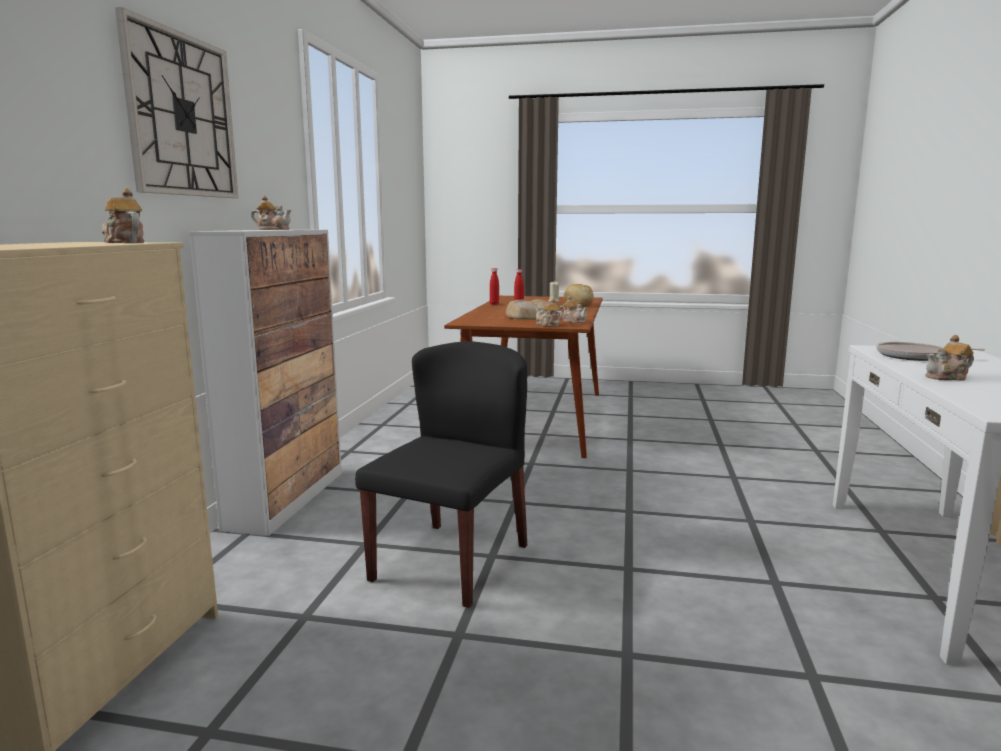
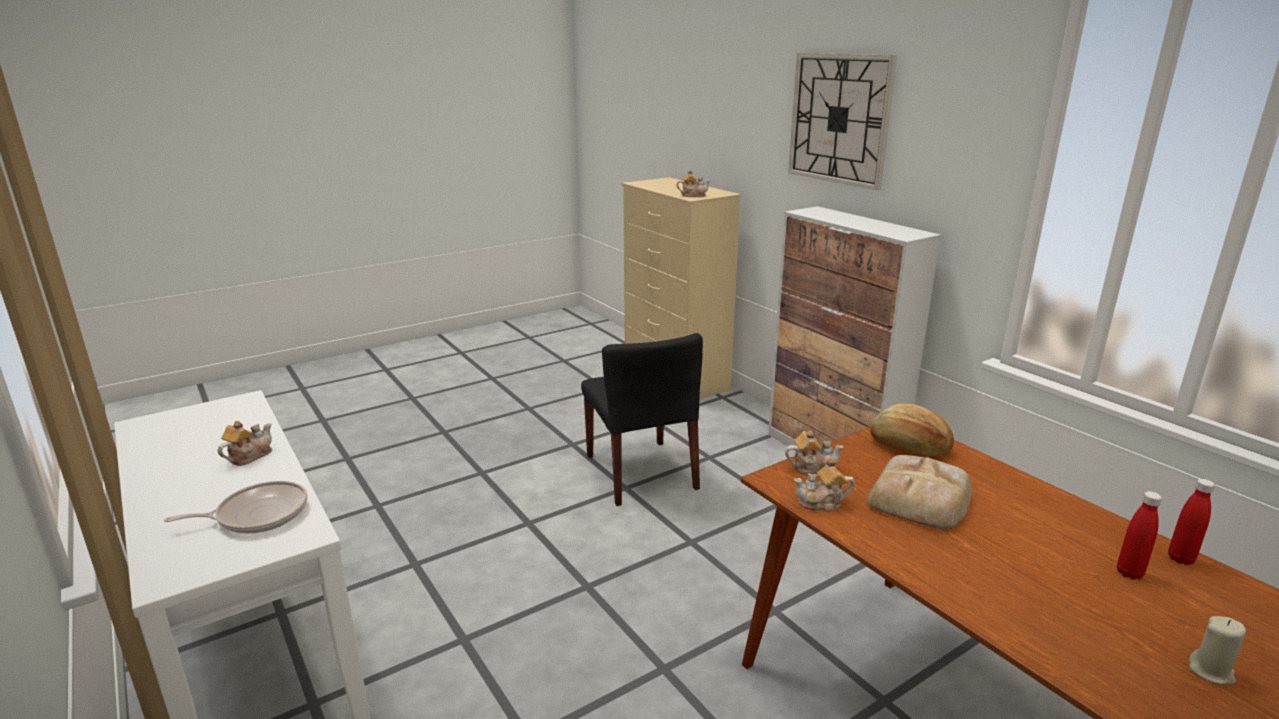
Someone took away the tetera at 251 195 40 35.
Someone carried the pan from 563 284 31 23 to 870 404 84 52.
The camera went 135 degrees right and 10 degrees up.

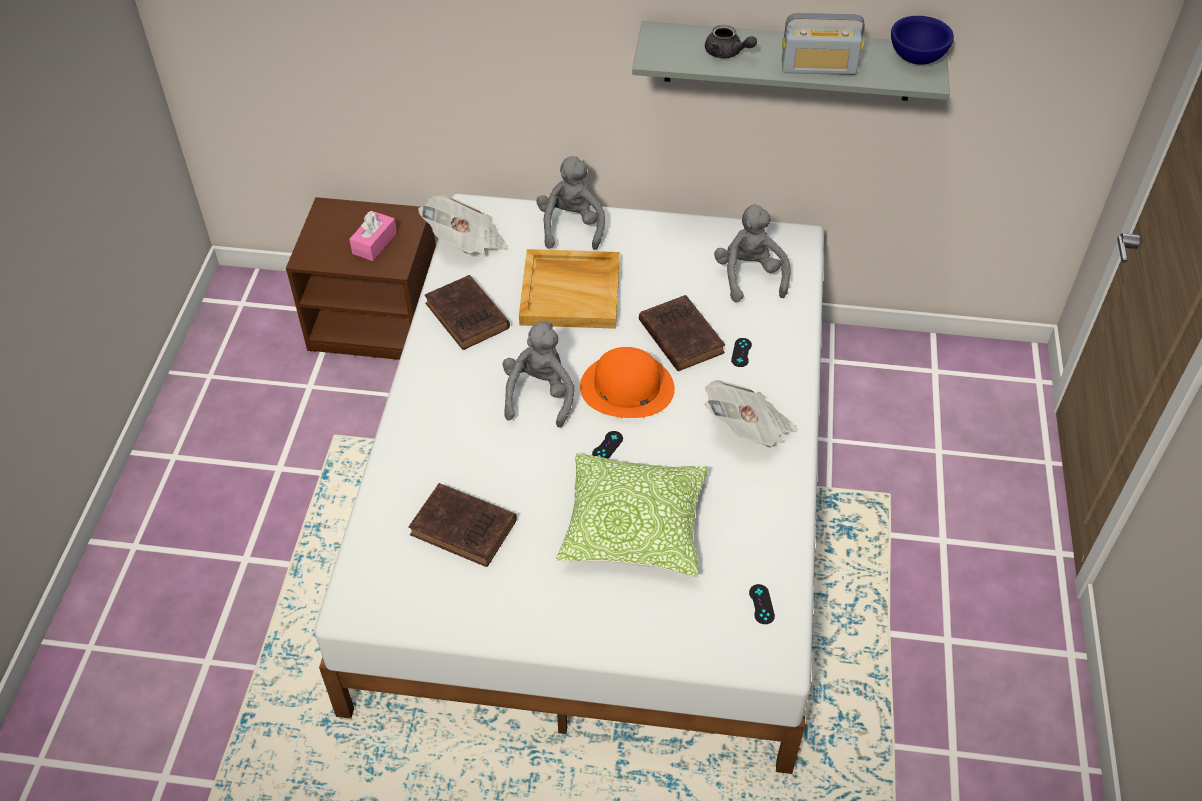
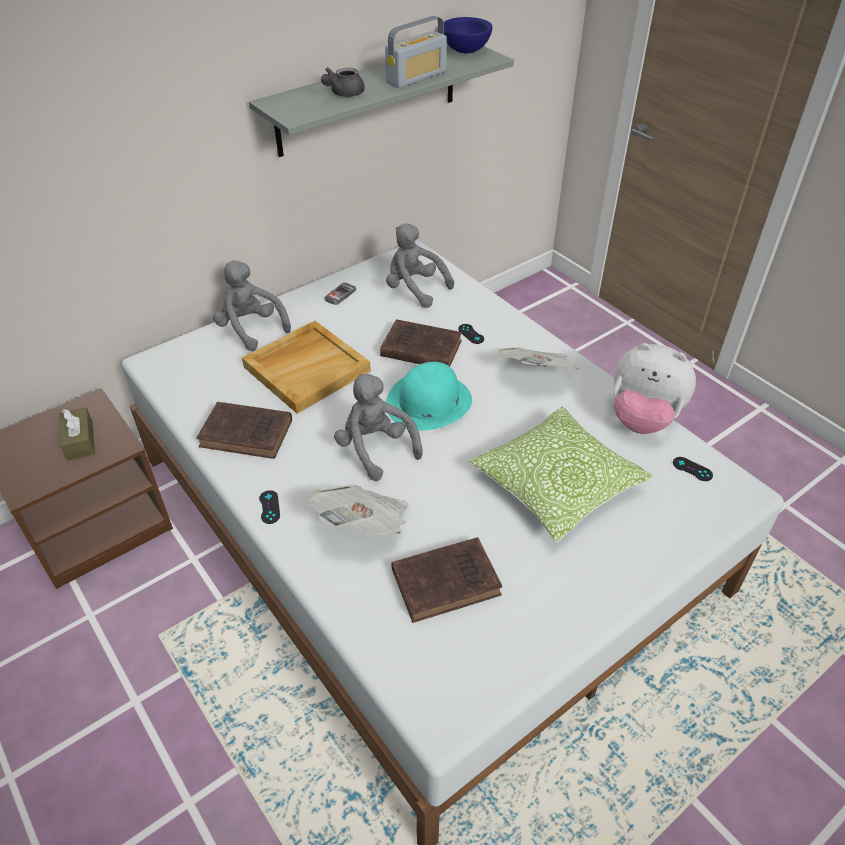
Someone put down the móvil at 324 283 32 22.
Someone put down the peluche at 612 343 84 91.
Someone carried the periódico from 418 195 90 59 to 308 485 101 51.
Someone carried the mando de consola [negro] from 592 431 31 28 to 259 490 21 34.
Someone repainted the caja de pañuelos [rosa] at 349 211 48 50, which became the caja de pañuelos [marrón] at 59 407 36 54.
Someone repainted the sombrero [naranja] at 580 347 95 71, which became the sombrero [turquesa] at 386 362 86 69.
Someone rotated the tetera [gris] at 705 25 52 33 by 135 degrees clockwise.
The camera went 45 degrees left and 5 degrees down.

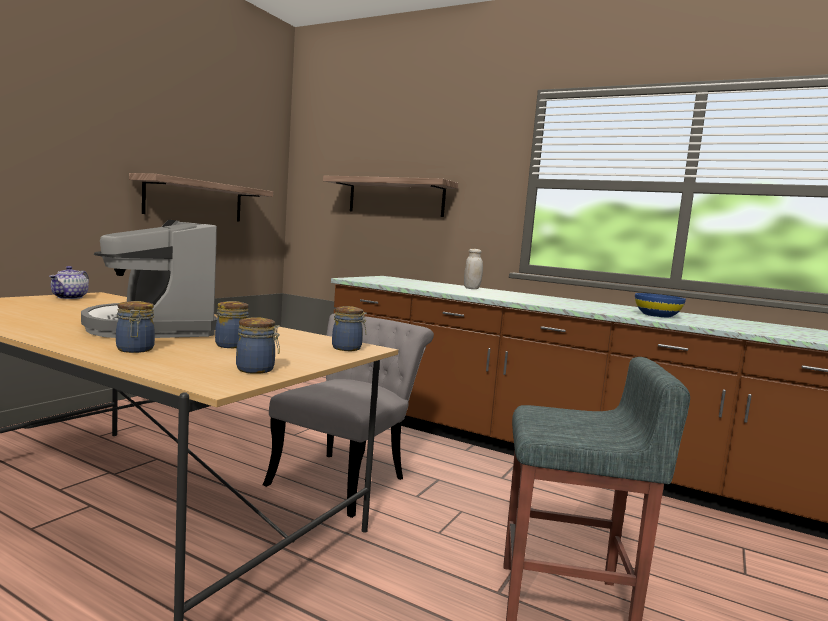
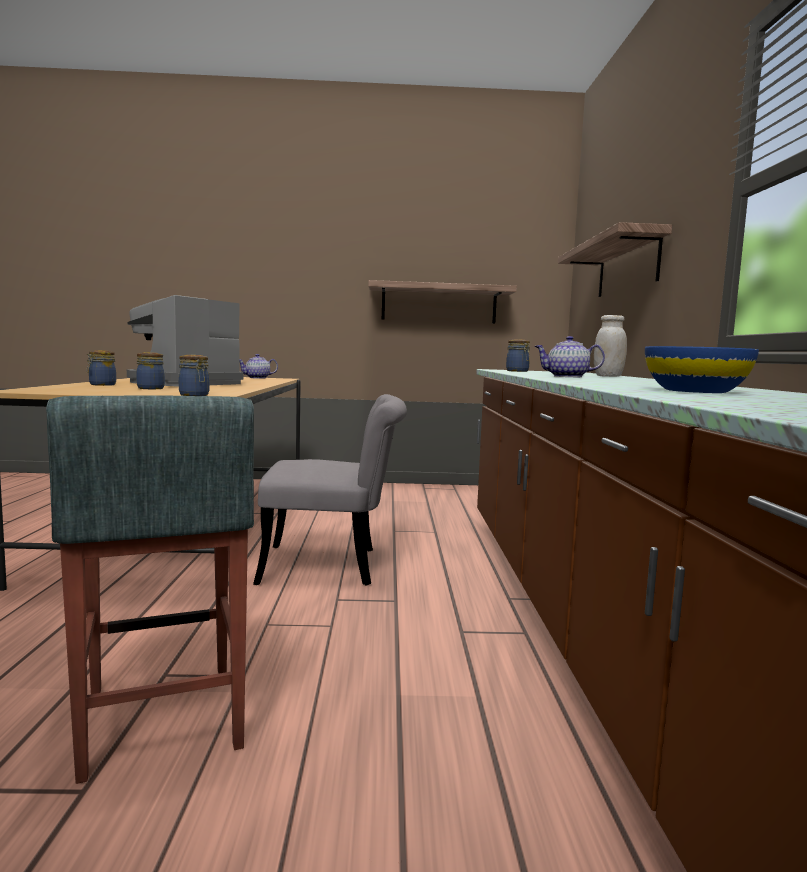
Someone put down the tetera at 535 336 70 41.
Someone carried the tarro from 236 317 44 57 to 506 339 24 33.
The camera went 60 degrees right and 0 degrees up.

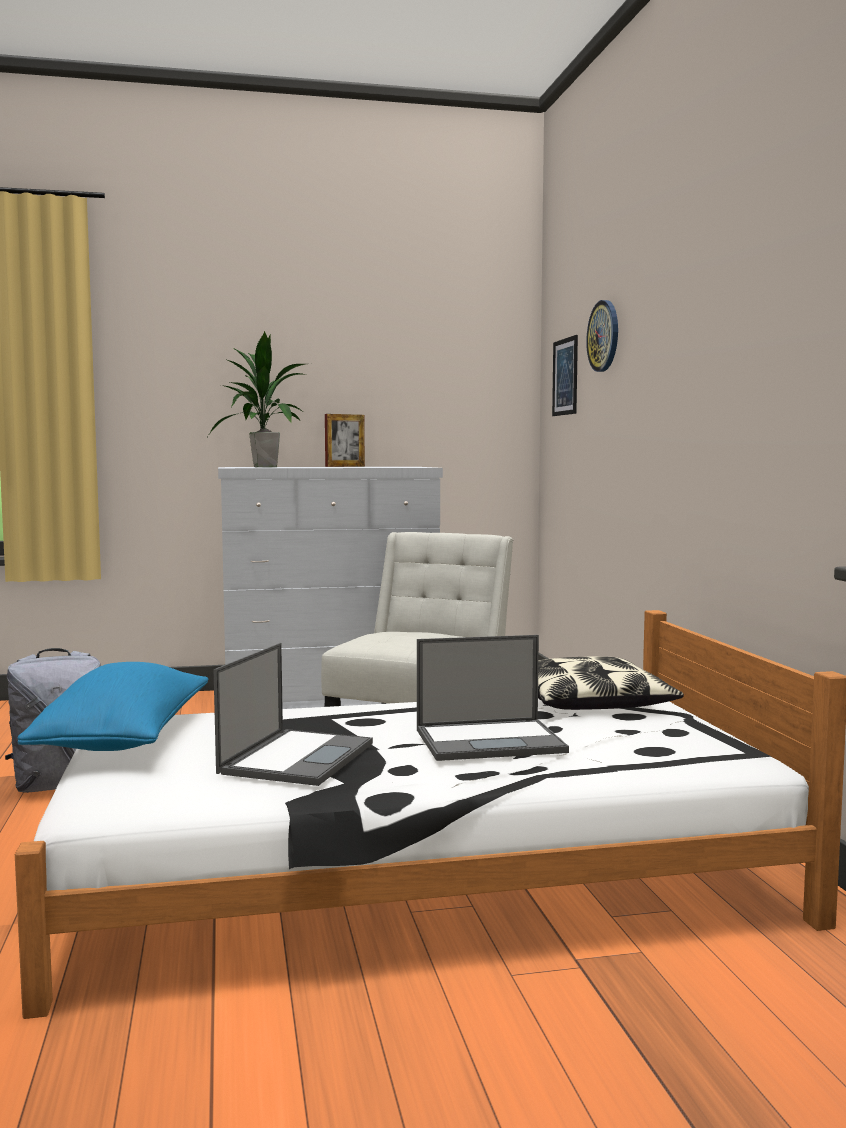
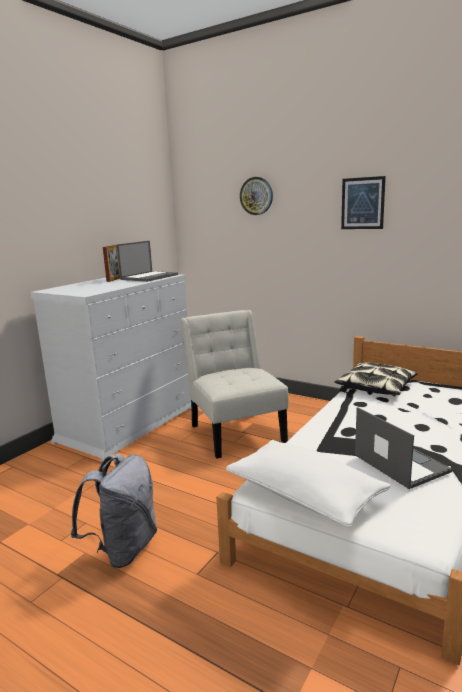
Someone took away the planta en maceta at 208 331 98 136.
Someone carried the portátil from 417 635 152 126 to 117 241 61 41.
Someone carried the cuadro from 552 335 26 81 to 341 176 45 53.
Someone repainted the cojín [azul] at 18 662 190 89, which became the cojín [blanco] at 226 440 165 88.
The camera went 45 degrees left and 10 degrees up.

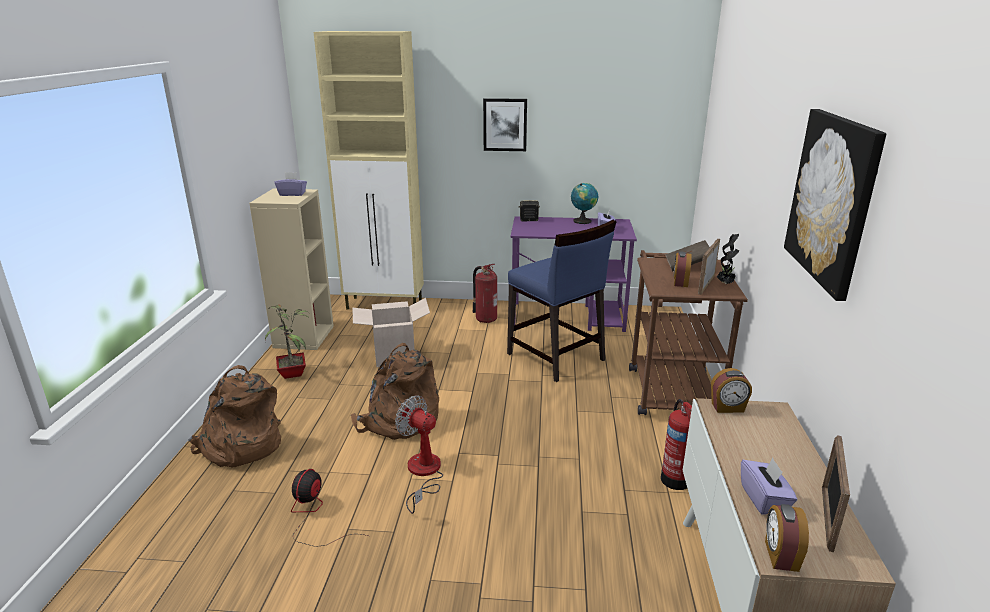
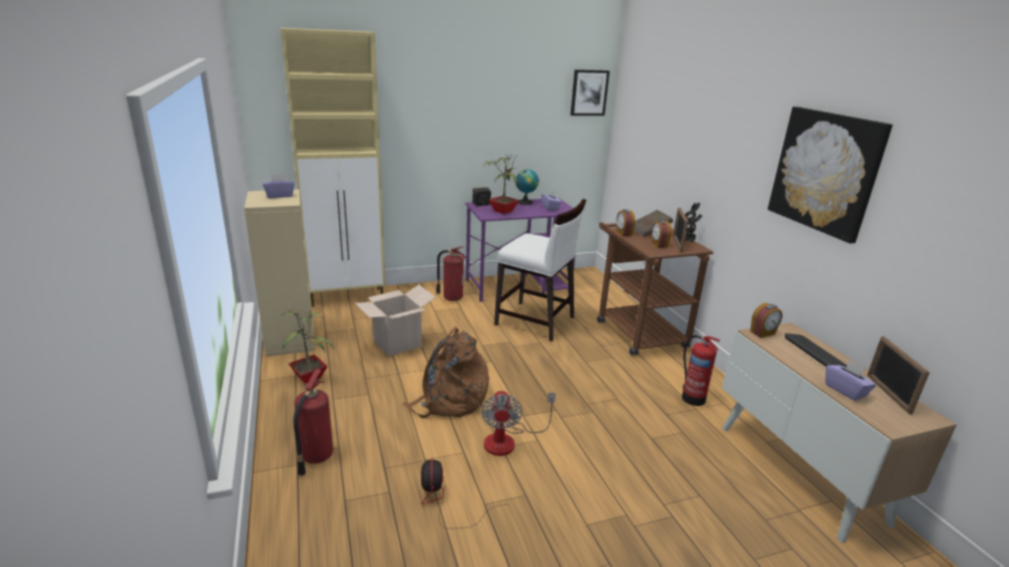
Someone put down the planta en maceta at 484 153 35 61.
Someone put down the teclado at 784 333 63 34.
Someone carried the cuadro from 483 98 44 53 to 570 70 40 46.
Someone carried the despertador from 765 504 44 68 to 616 209 19 27.
Someone swapped the mochila [marrón] at 188 365 93 102 for the extintor at 293 369 40 107.
Someone repainted the silla [azul] at 507 220 110 162, which became the silla [blanco] at 494 199 92 142.
Someone rotated the ventilador at 395 395 48 119 by 105 degrees counterclockwise.
The camera went 25 degrees left and 0 degrees up.

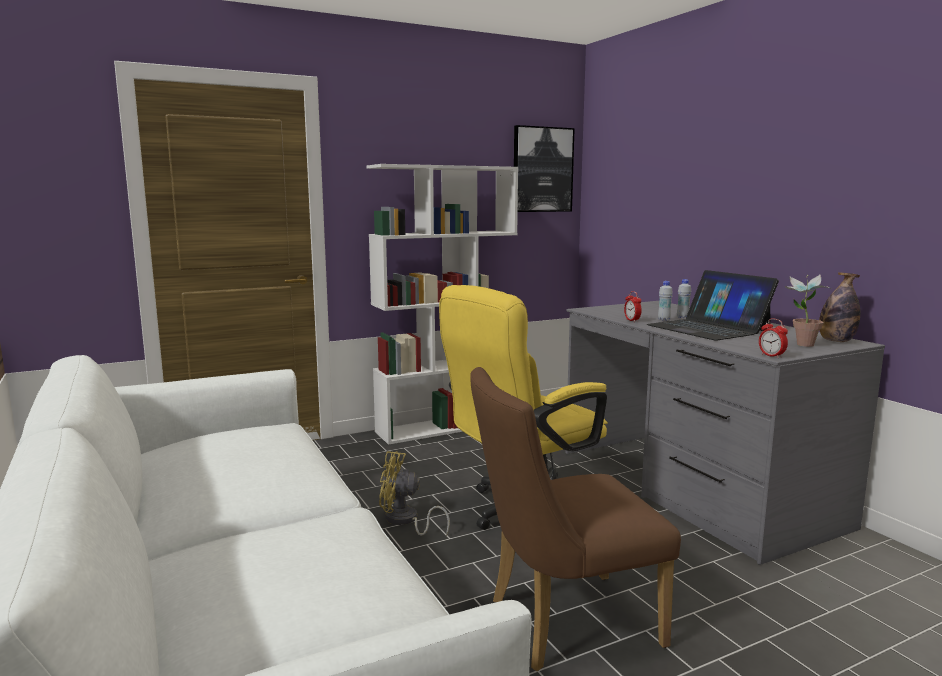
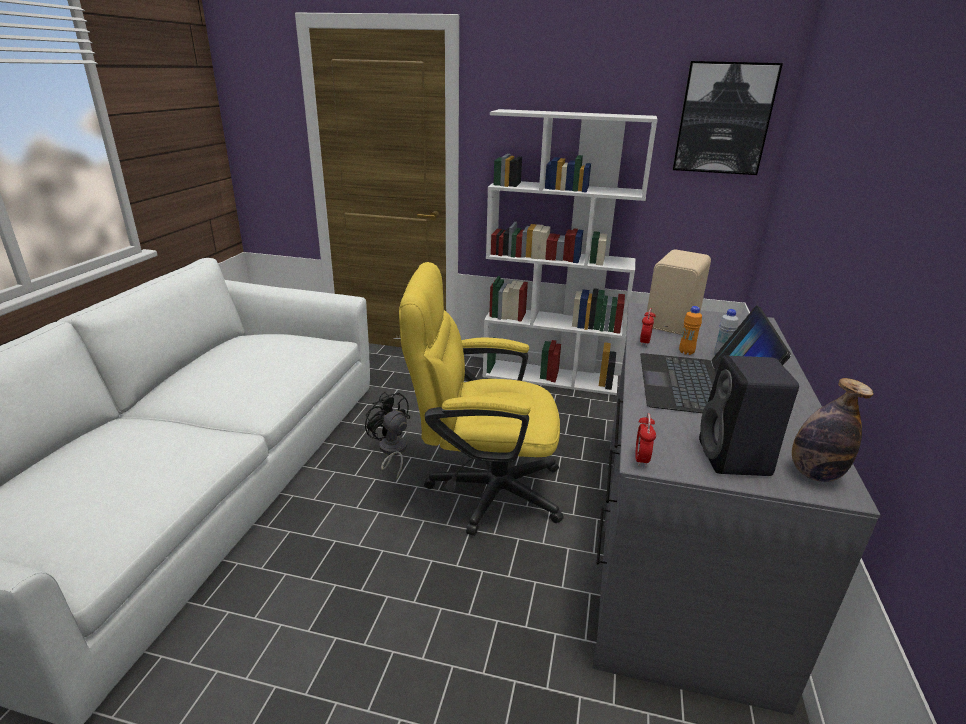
Someone took away the silla [marrón] at 470 367 211 304.
Someone put down the altavoz [beis] at 647 250 64 85.
Someone swapped the planta en maceta at 785 274 47 73 for the altavoz [negro] at 699 356 100 120.
Someone repainted the ventilador [amarillo] at 379 451 71 85, which became the ventilador [negro] at 365 392 45 86.
Someone repainted the botella [blanco] at 658 281 15 40, which became the botella [naranja] at 679 306 23 49.
The camera went 40 degrees right and 15 degrees up.

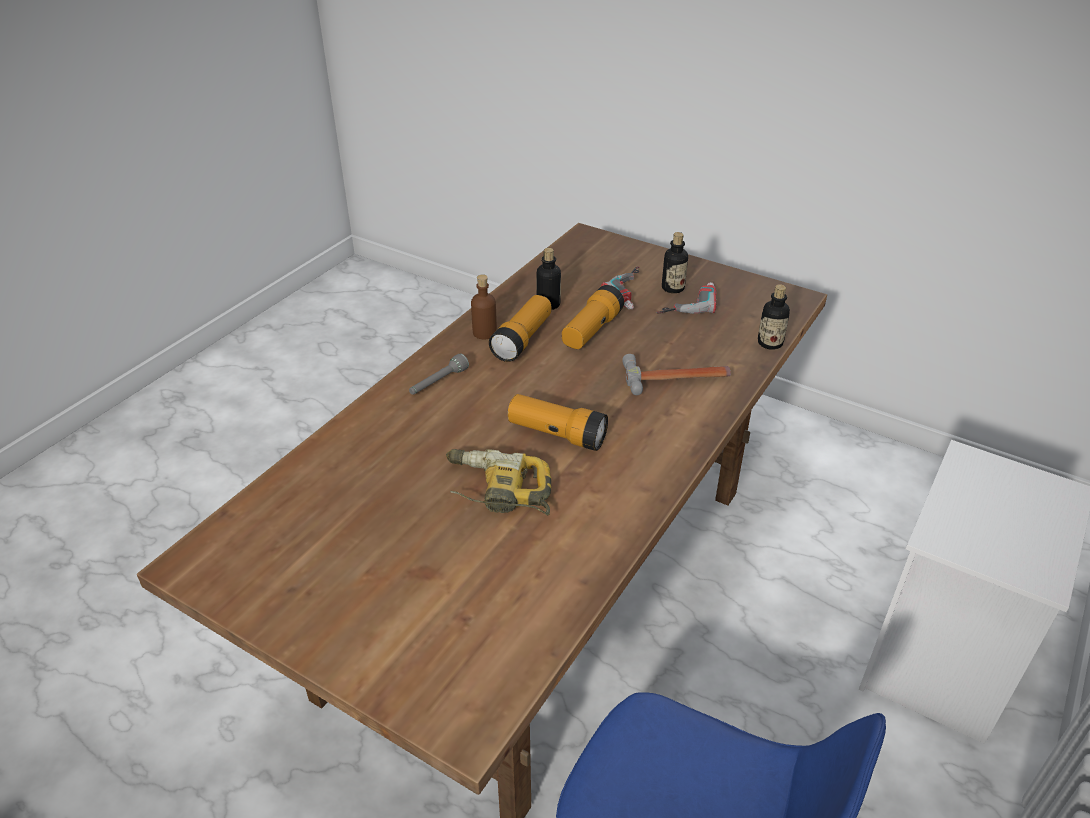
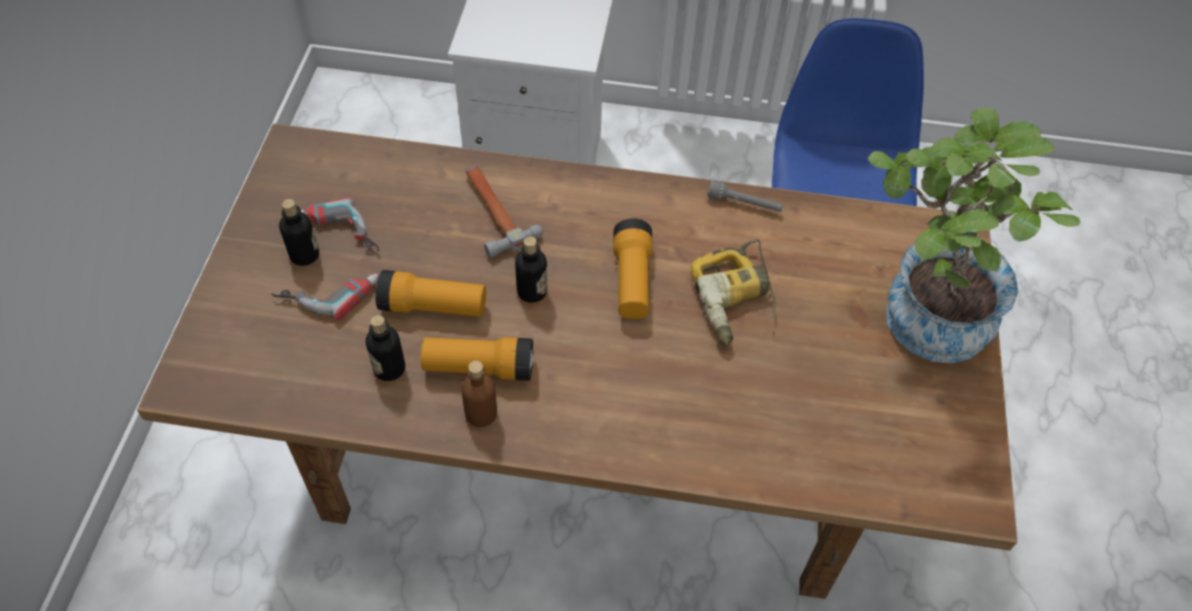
Someone put down the planta en maceta at 868 107 212 256.
Someone carried the linterna [gris] from 409 353 60 42 to 707 180 76 32.
Someone carried the botella from 758 284 32 66 to 515 236 32 67.
The camera went 115 degrees left and 15 degrees up.

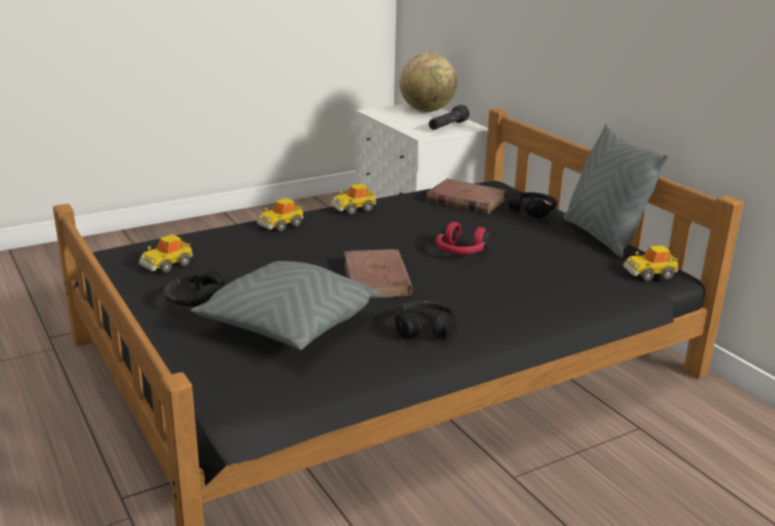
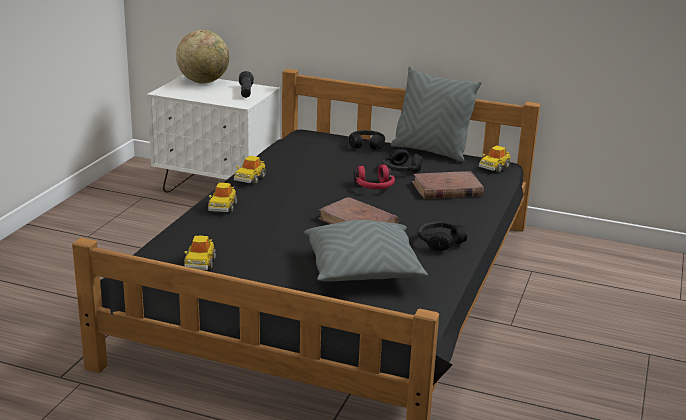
Someone carried the auriculares [negro] from 163 270 62 36 to 382 149 40 23.
Someone carried the libro [marrón] from 427 179 80 35 to 412 171 72 28.
The camera went 40 degrees left and 0 degrees up.

